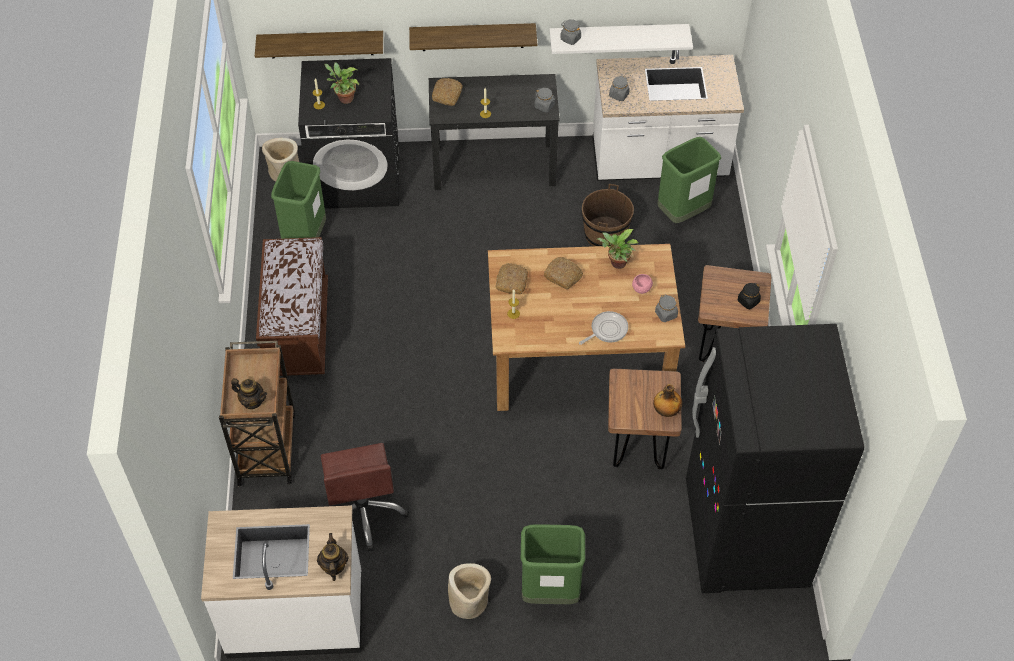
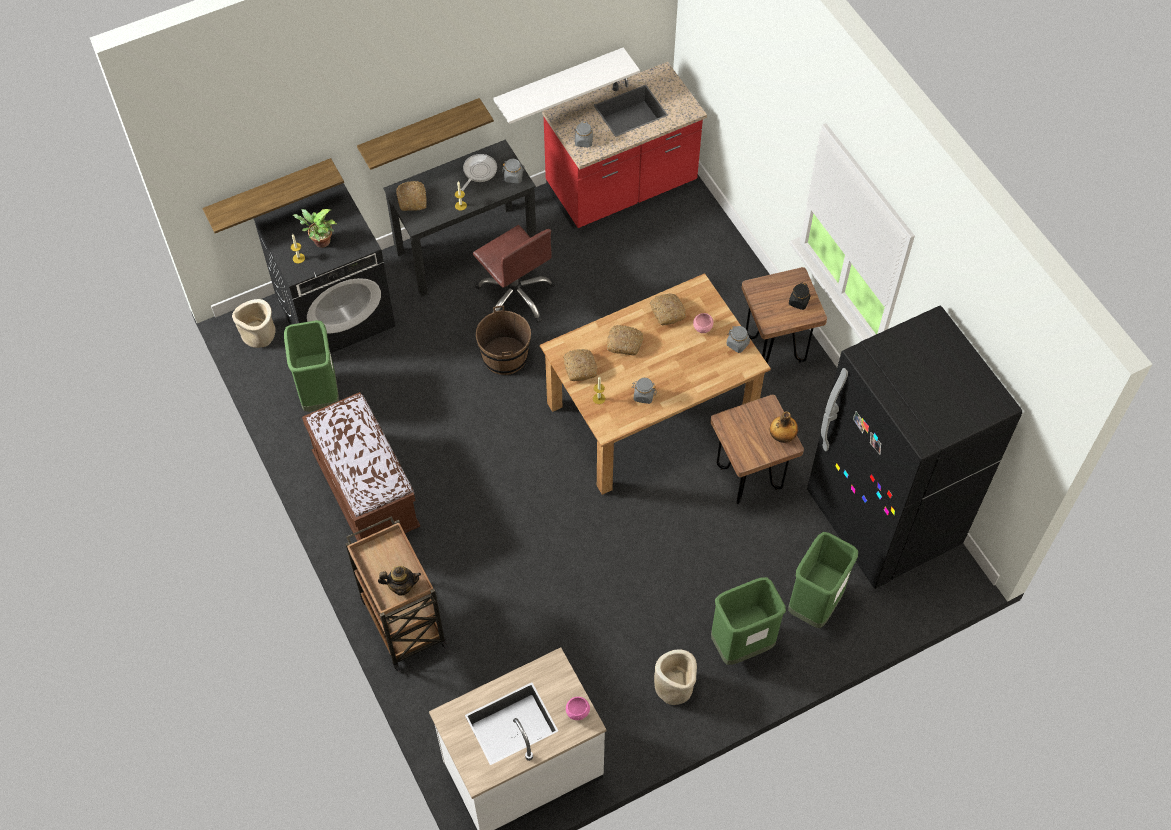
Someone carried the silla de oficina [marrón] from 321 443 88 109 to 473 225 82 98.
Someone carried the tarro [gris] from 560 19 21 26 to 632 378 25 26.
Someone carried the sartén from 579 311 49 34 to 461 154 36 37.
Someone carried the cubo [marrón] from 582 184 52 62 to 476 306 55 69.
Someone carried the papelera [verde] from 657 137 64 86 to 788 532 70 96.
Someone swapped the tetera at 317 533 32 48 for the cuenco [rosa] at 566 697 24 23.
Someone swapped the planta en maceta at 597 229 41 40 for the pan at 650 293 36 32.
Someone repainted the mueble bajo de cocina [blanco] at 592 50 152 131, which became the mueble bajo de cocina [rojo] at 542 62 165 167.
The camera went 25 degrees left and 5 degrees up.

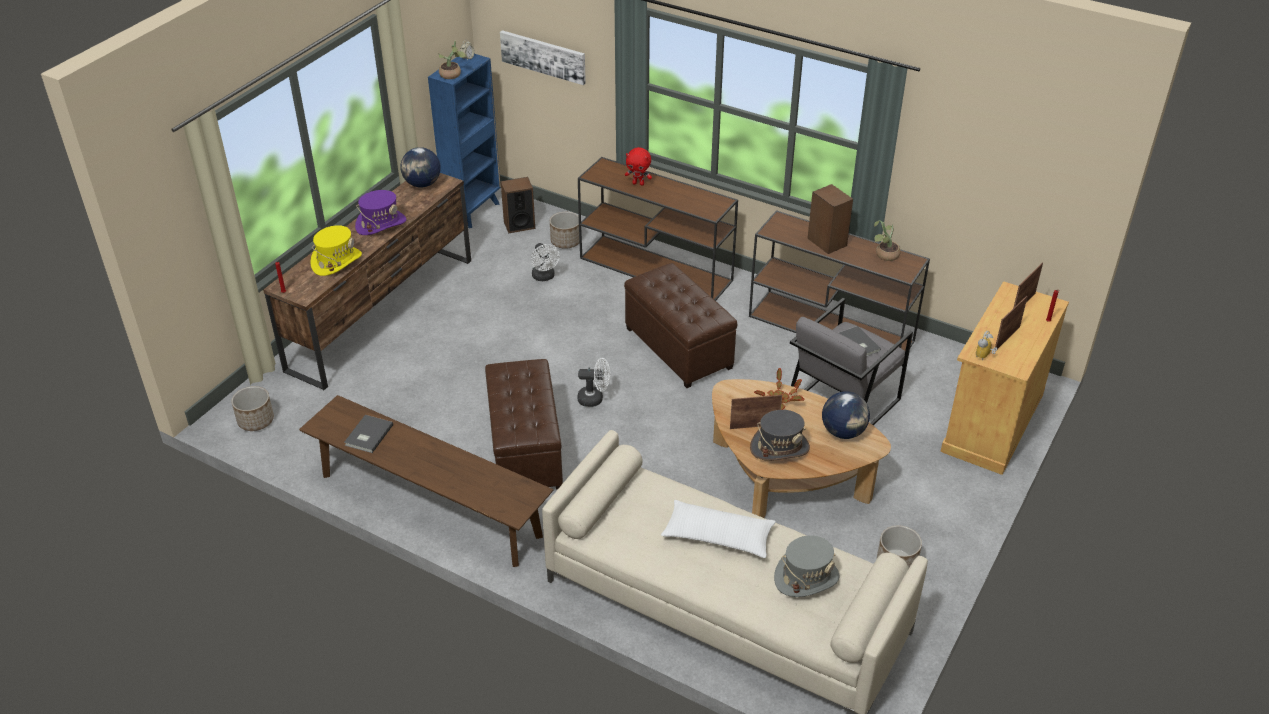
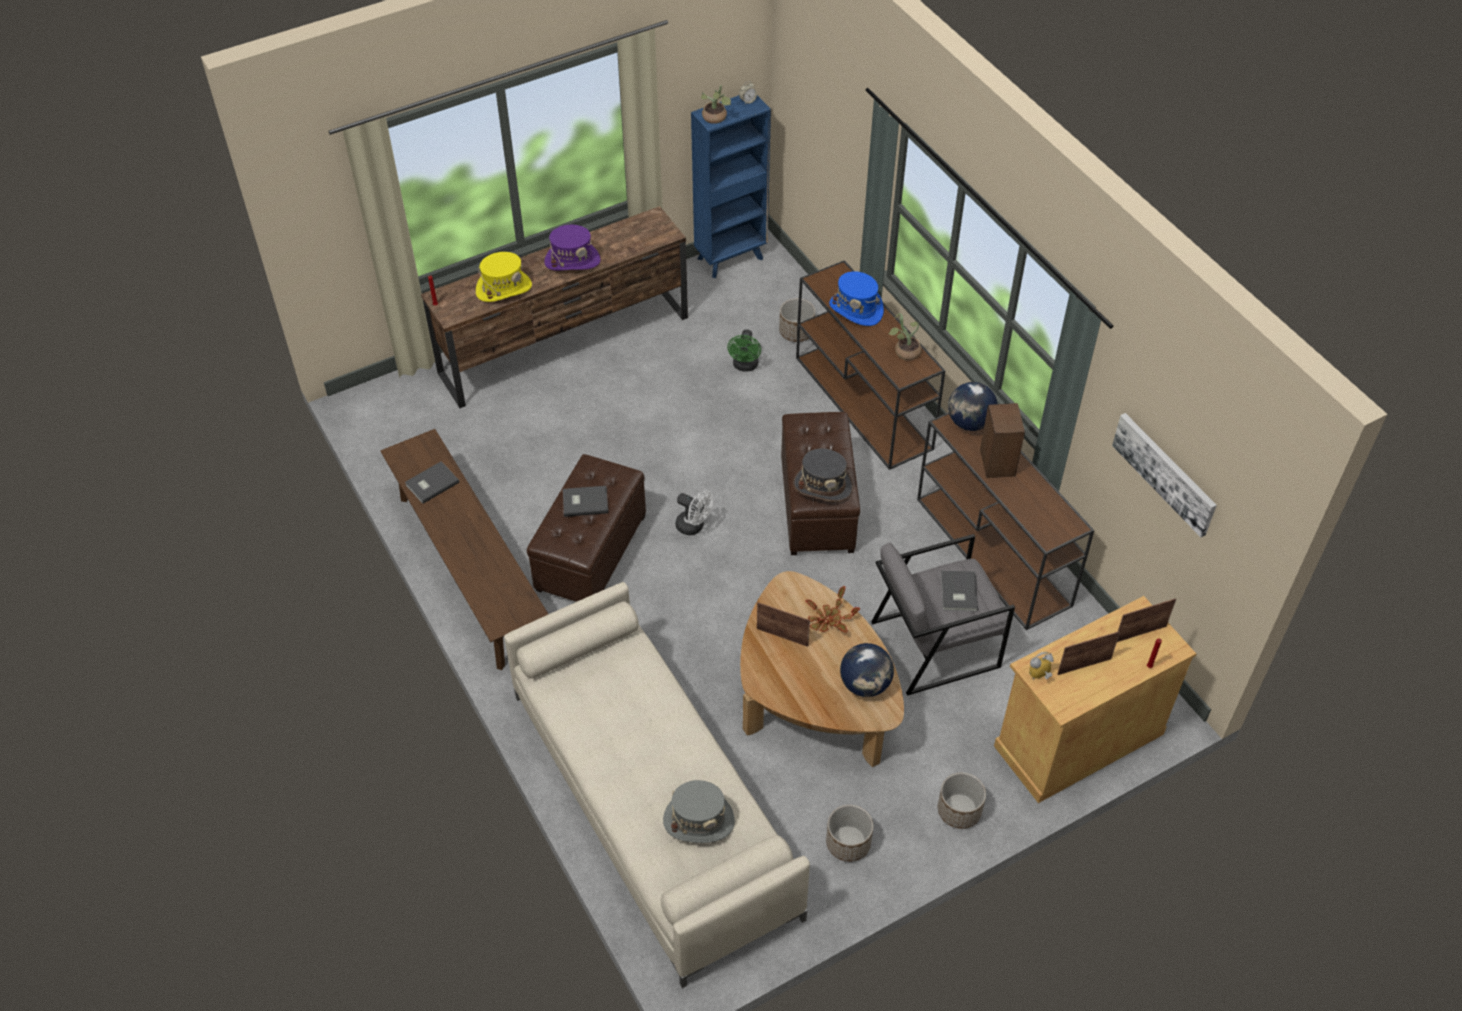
Someone took away the altavoz at 501 177 34 57.
Someone took away the cojín [blanco] at 661 500 115 58.
Someone put down the libro [gris] at 563 486 45 31.
Someone carried the maceta from 231 386 43 45 to 938 773 48 56.
Someone carried the globo terráqueo from 401 147 40 41 to 948 382 49 49.
Someone carried the cuadro from 500 30 86 55 to 1112 413 105 124.
Someone carried the sombrero [gris] from 750 410 60 51 to 793 448 60 54.
Someone carried the planta en maceta from 874 220 26 41 to 889 313 33 47.
Someone swapped the peluche [rojo] at 625 147 27 39 for the sombrero [azul] at 829 271 55 55.
Someone repainted the ventilador [blanco] at 531 243 29 38, which became the ventilador [verde] at 727 329 34 43.
The camera went 30 degrees right and 10 degrees up.

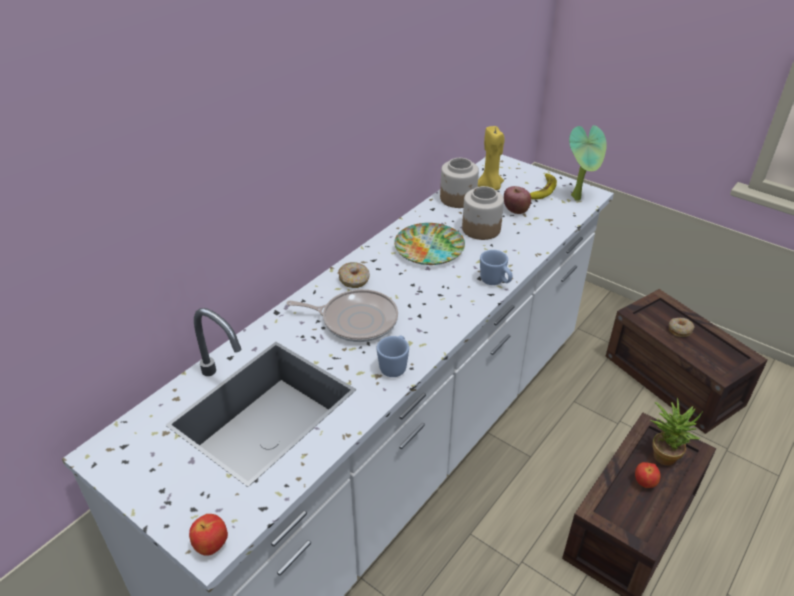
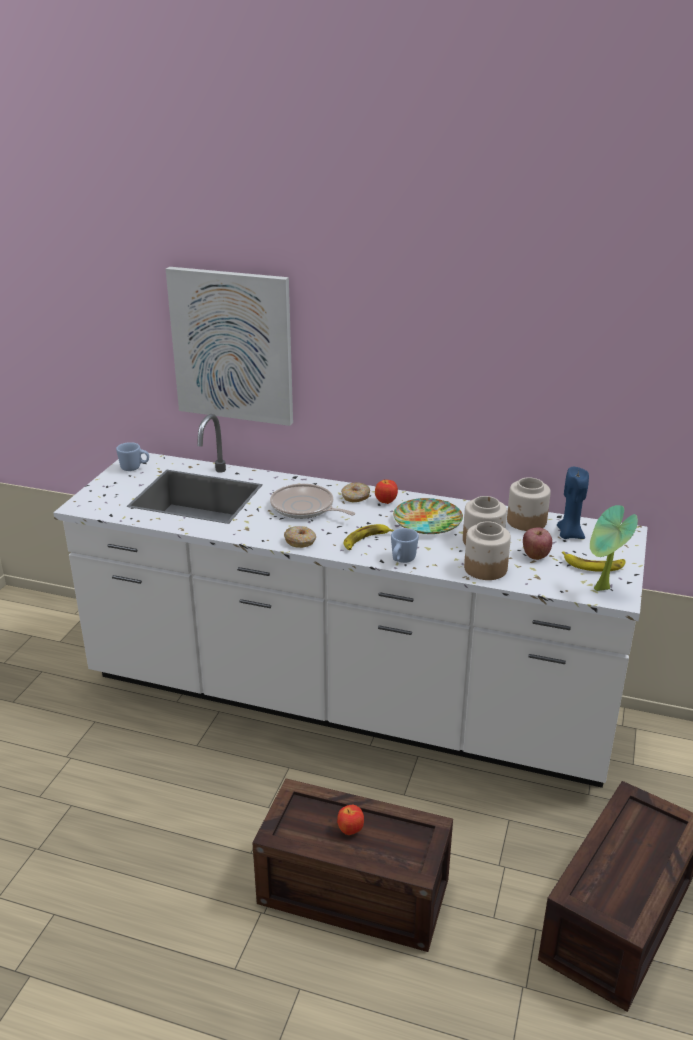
Someone took away the planta en maceta at 650 397 53 69.
Someone put up the cuadro at 166 267 127 159.
Someone put down the plátano at 344 524 50 26.
Someone put down the tarro at 464 521 47 59.
Someone carried the manzana from 189 514 39 42 to 375 479 23 25.
Someone carried the taza grande [azul] from 377 335 32 42 to 116 442 33 29.
Someone carried the rosquilla from 669 318 26 19 to 284 526 32 22.
Someone repainted the vela [amarillo] at 478 126 27 64, which became the vela [azul] at 557 467 32 72.
Someone rotated the sartén at 287 289 111 53 by 135 degrees clockwise.
The camera went 70 degrees right and 10 degrees down.

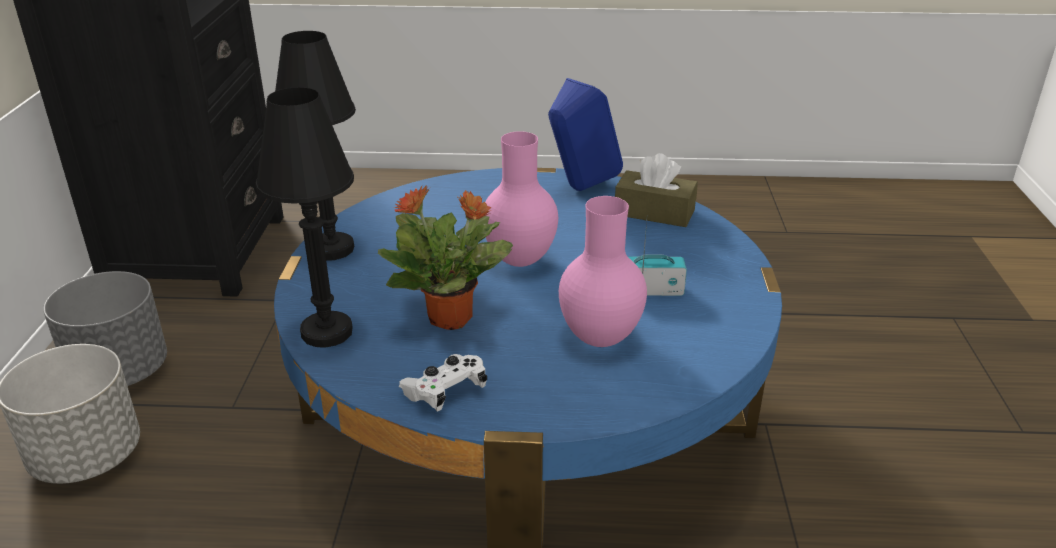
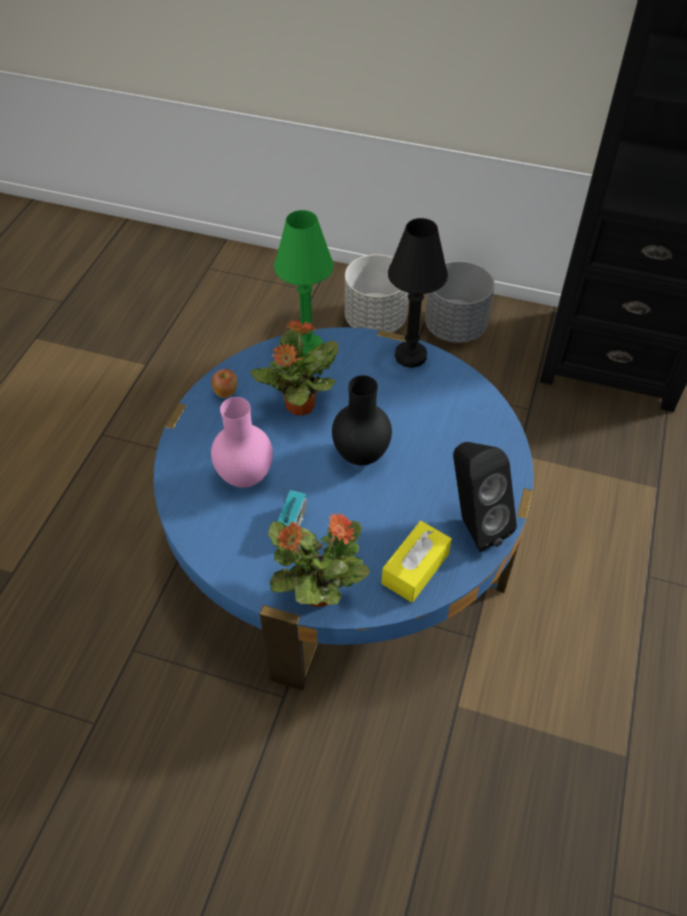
Someone put down the planta en maceta at 268 513 102 94.
Someone swapped the mando de consola [blanco] at 398 354 89 57 for the manzana at 211 369 27 29.
Someone repainted the lámpara de mesa [negro] at 256 87 98 261, which became the lámpara de mesa [verde] at 274 210 60 145.
Someone repainted the florero [rosa] at 485 131 73 136, which became the florero [negro] at 332 375 60 90.
Someone repainted the altavoz [azul] at 548 78 75 113, which became the altavoz [negro] at 453 442 64 110.
Someone repainted the caja de pañuelos [marrón] at 615 153 83 74, which became the caja de pañuelos [amarillo] at 382 521 70 82.
The camera went 105 degrees right and 20 degrees up.

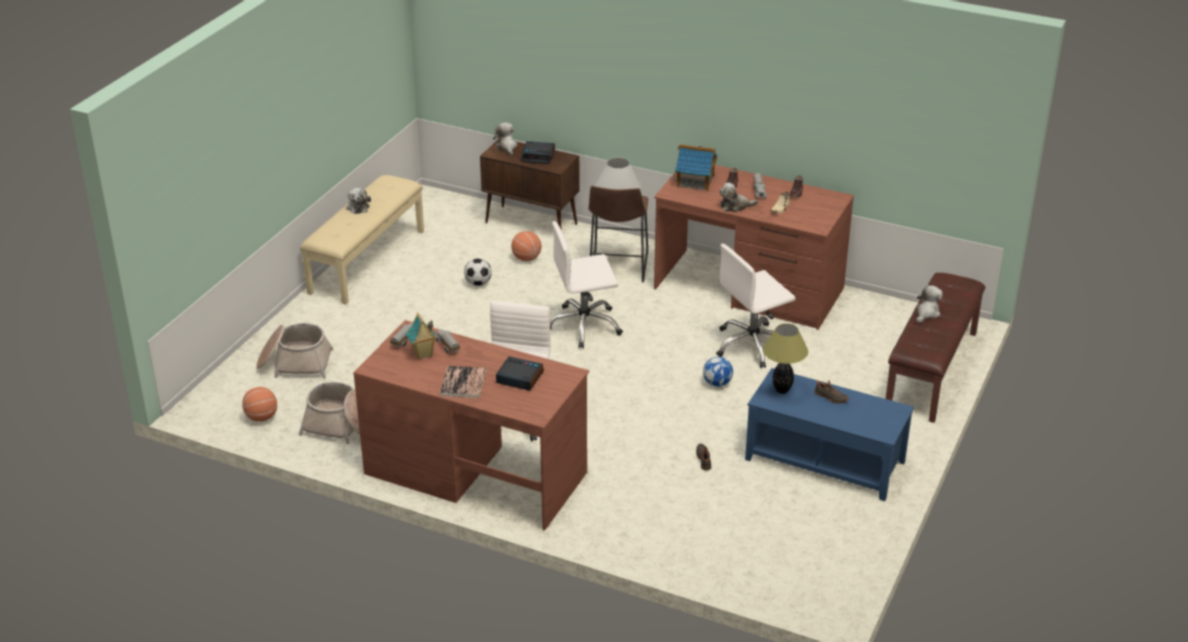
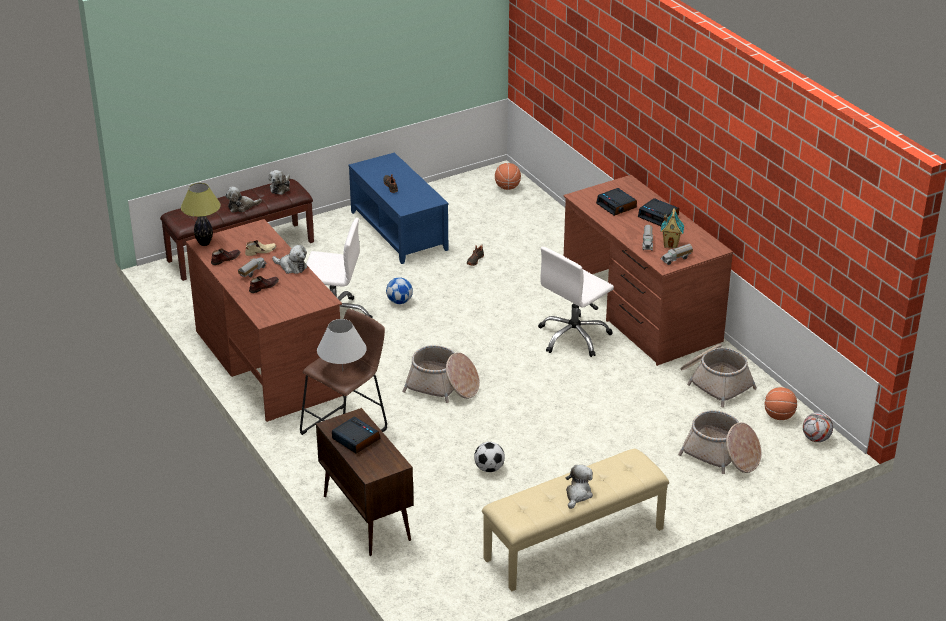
Someone took away the casita at 674 144 43 47.
Someone put down the balón de fútbol at 803 412 30 30.
Someone carried the peluche from 493 123 24 33 to 269 170 21 25.
Someone carried the balón de baloncesto from 511 231 30 30 to 495 163 26 27.
Someone carried the lámpara de mesa from 763 324 45 70 to 181 183 40 63.
Someone swapped the libro at 440 366 47 32 for the despertador at 638 198 41 28.
Someone swapped the silla de oficina [blanco] at 550 221 73 127 for the cesta at 402 345 78 58.
The camera went 145 degrees left and 0 degrees up.

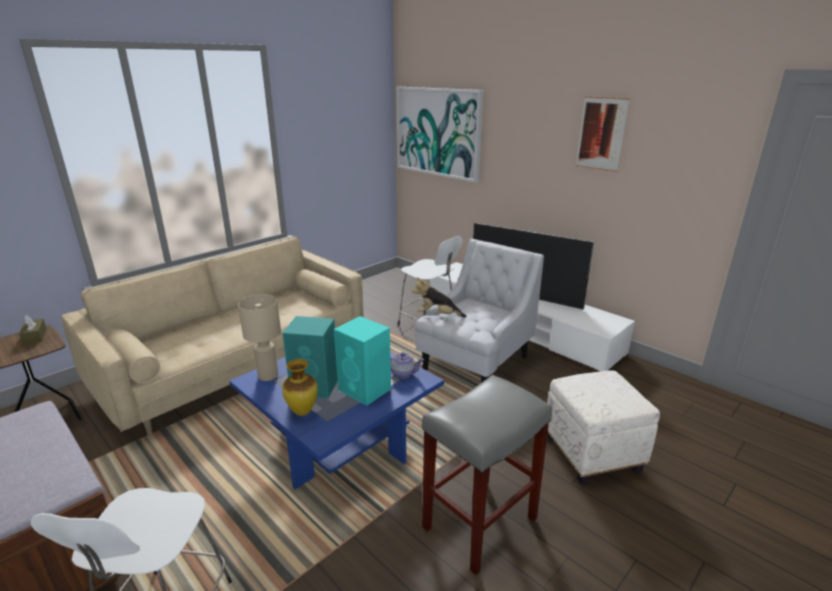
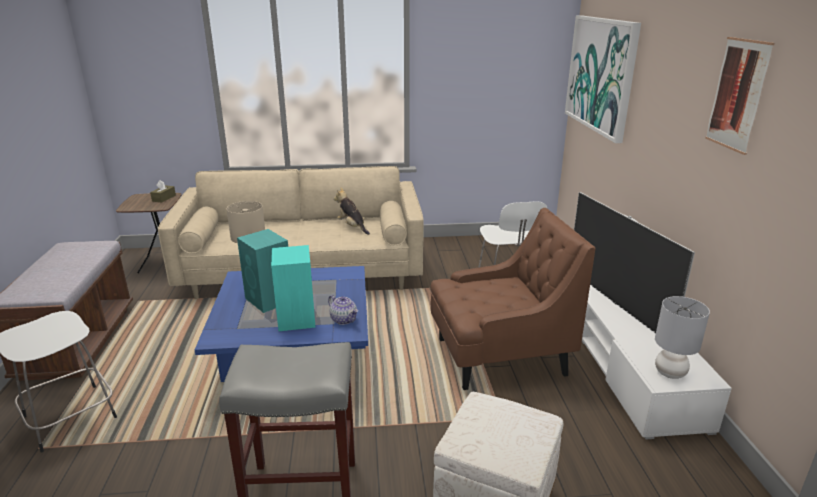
Someone took away the florero at 282 359 36 57.
Someone put down the lámpara de mesa [gris] at 655 296 55 83.
Someone carried the peluche from 412 277 55 41 to 334 187 36 48.
Someone repainted the sillón [blanco] at 415 239 129 144, which became the sillón [marrón] at 430 208 165 182.
The camera went 40 degrees right and 0 degrees up.

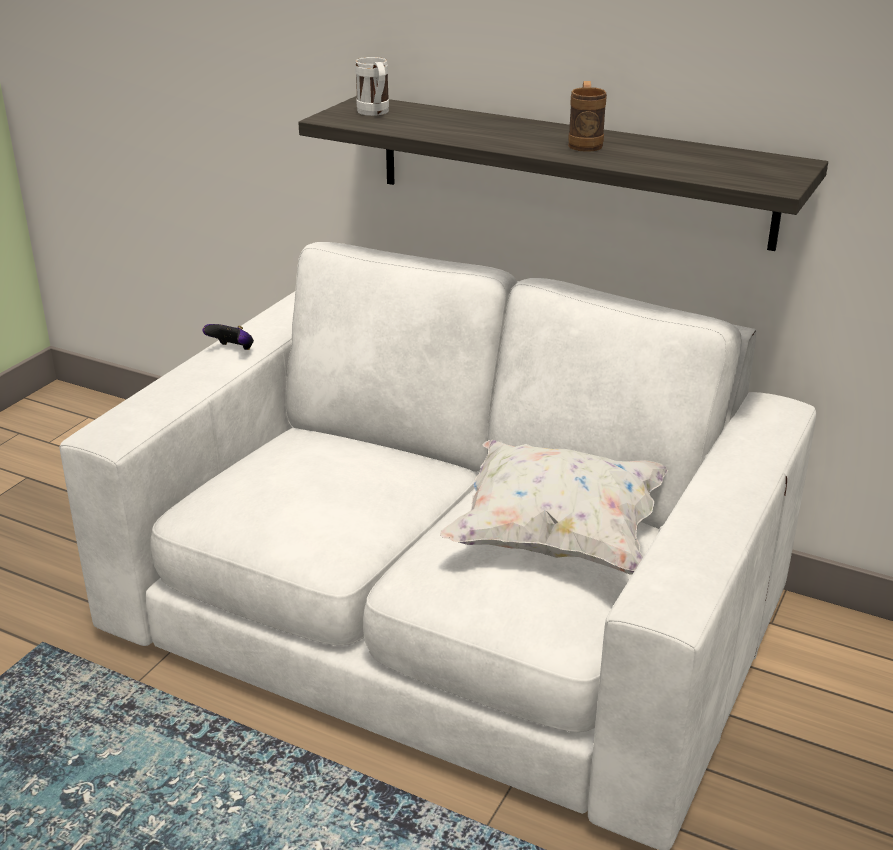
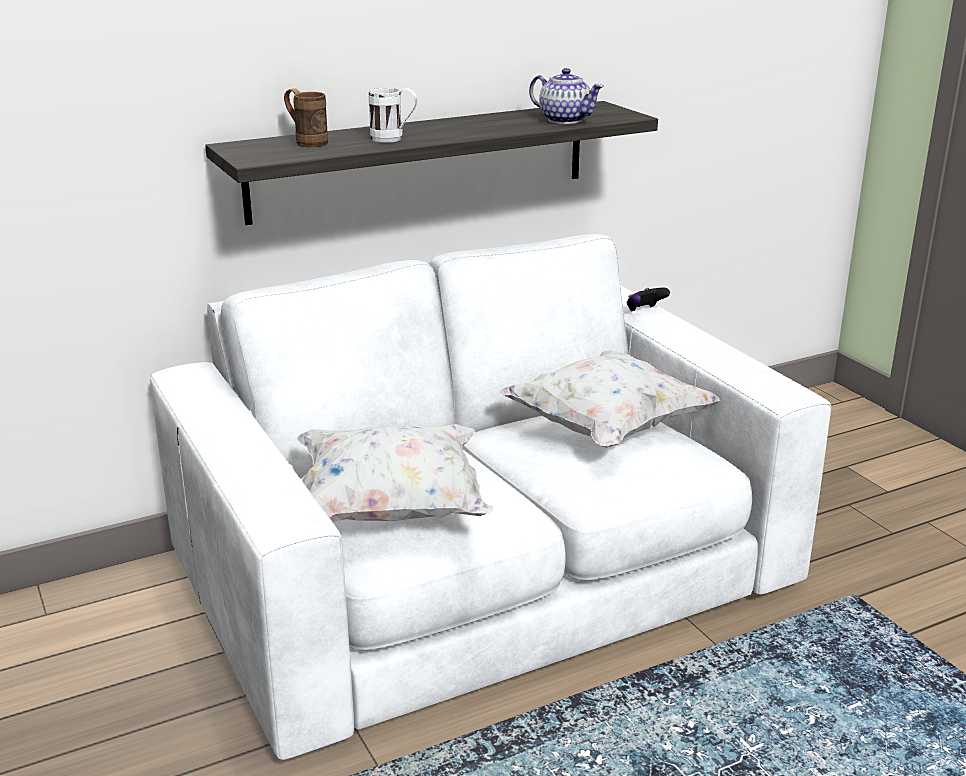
Someone put down the cojín [blanco] at 297 424 196 98.
Someone put down the tetera at 529 68 75 56.
Someone carried the mando de consola from 203 324 51 26 to 627 288 43 24.
Someone carried the taza grande [blanco] from 355 57 34 59 to 369 88 48 55.
Someone carried the taza grande [marrón] from 568 81 39 71 to 284 88 44 59.
The camera went 55 degrees left and 5 degrees down.

